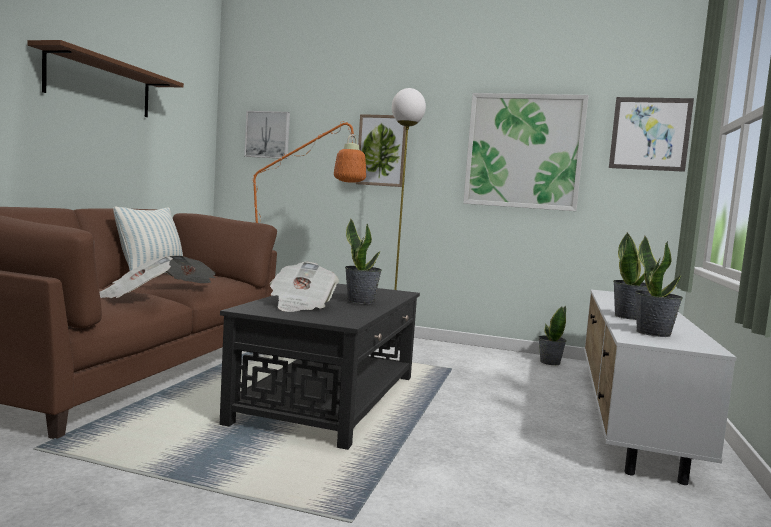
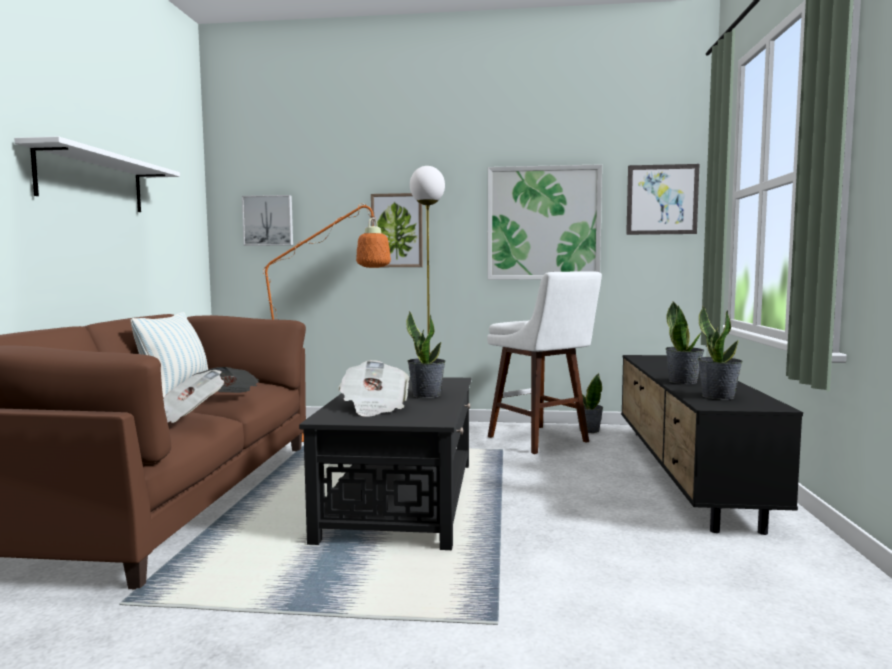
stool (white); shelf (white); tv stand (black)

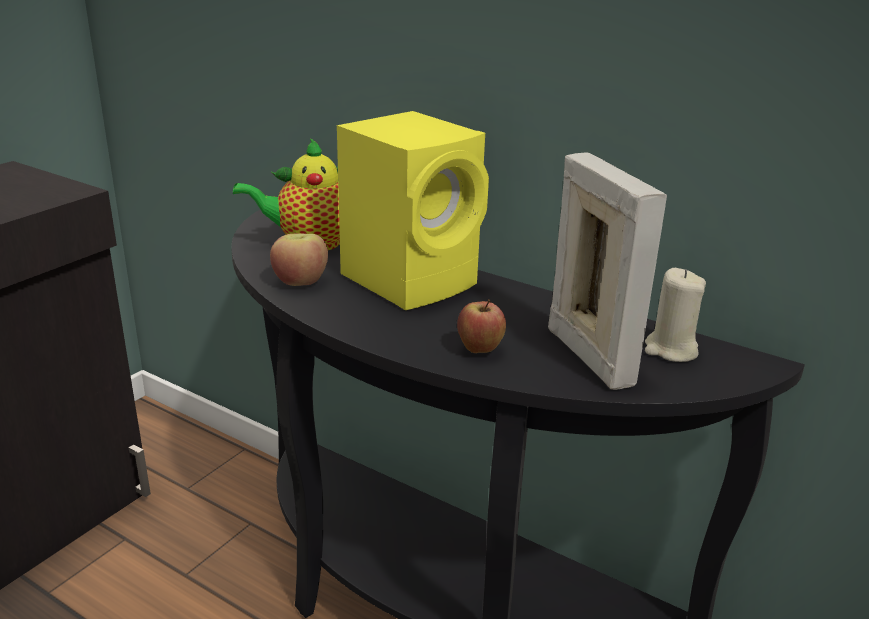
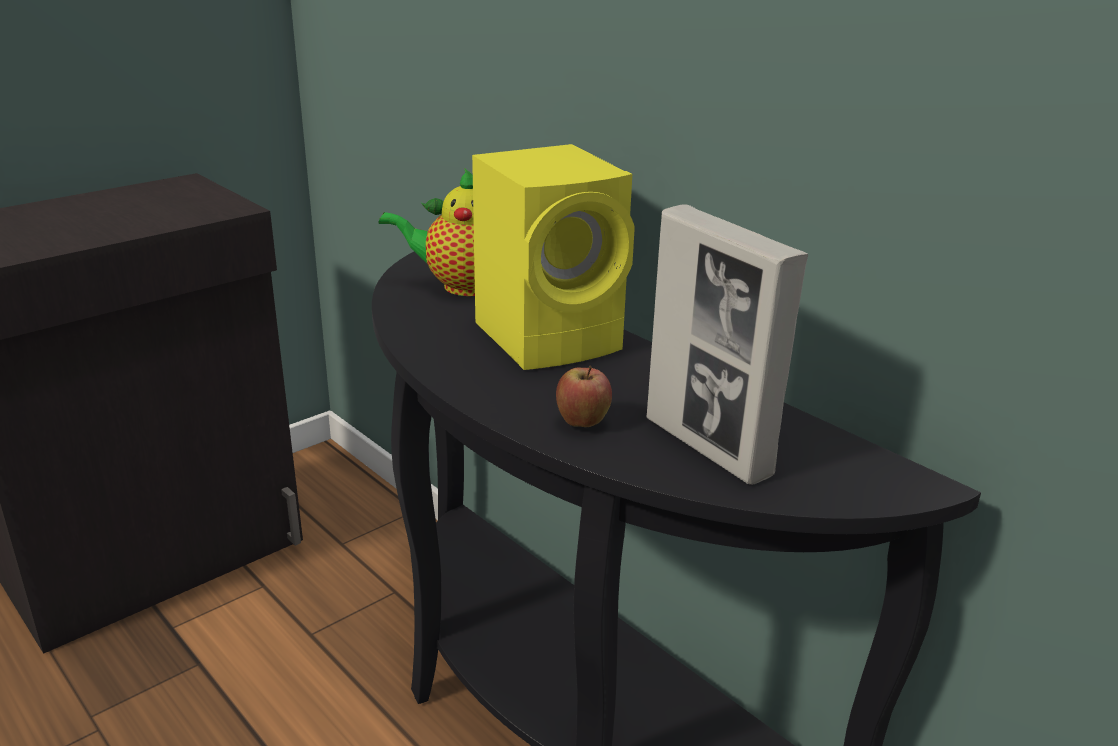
apple (no. 1 from left in the first image); candle (beige); picture frame

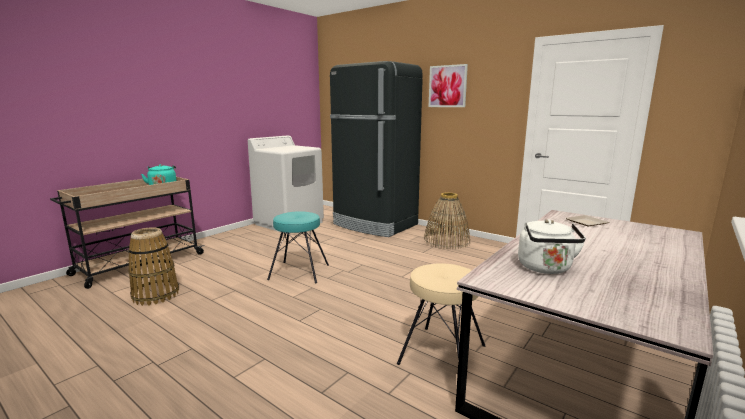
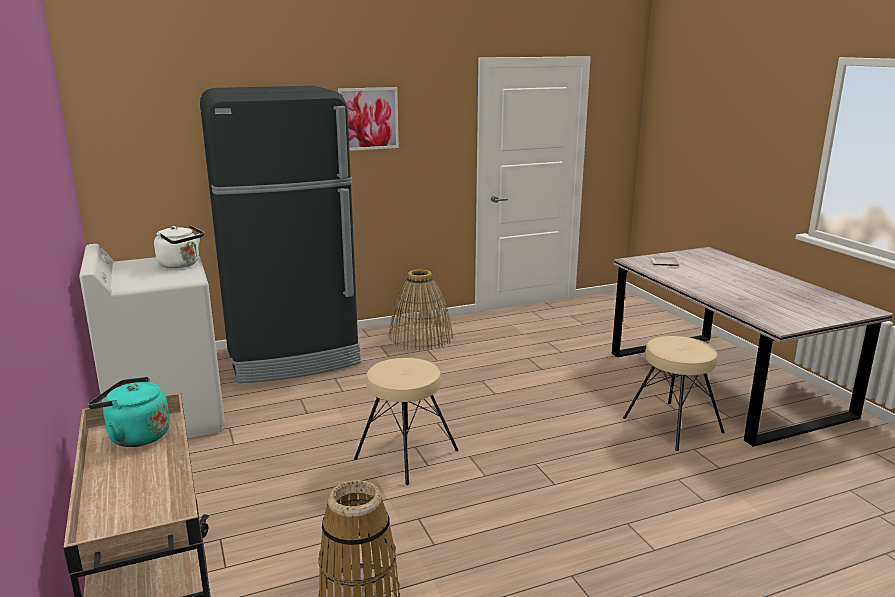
kettle (white); stool (beige) (no. 1 from left)

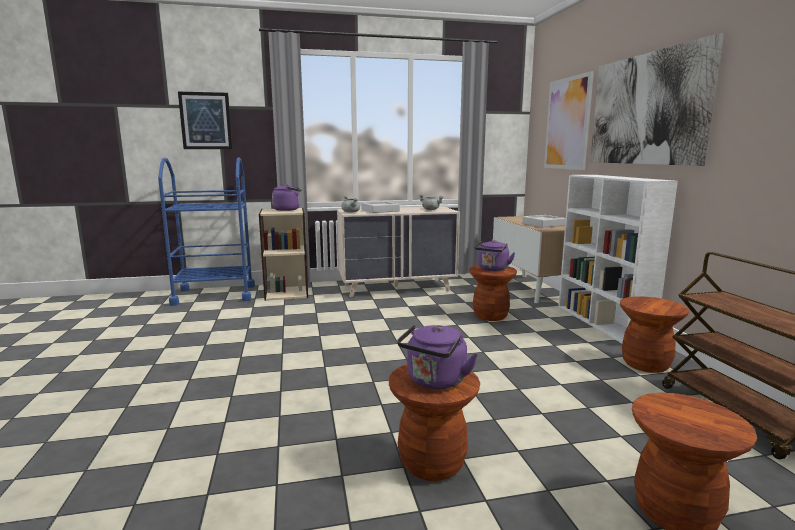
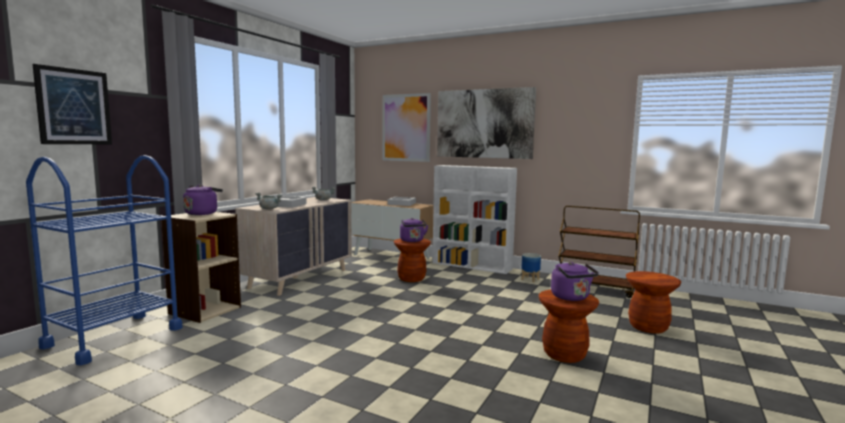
planter

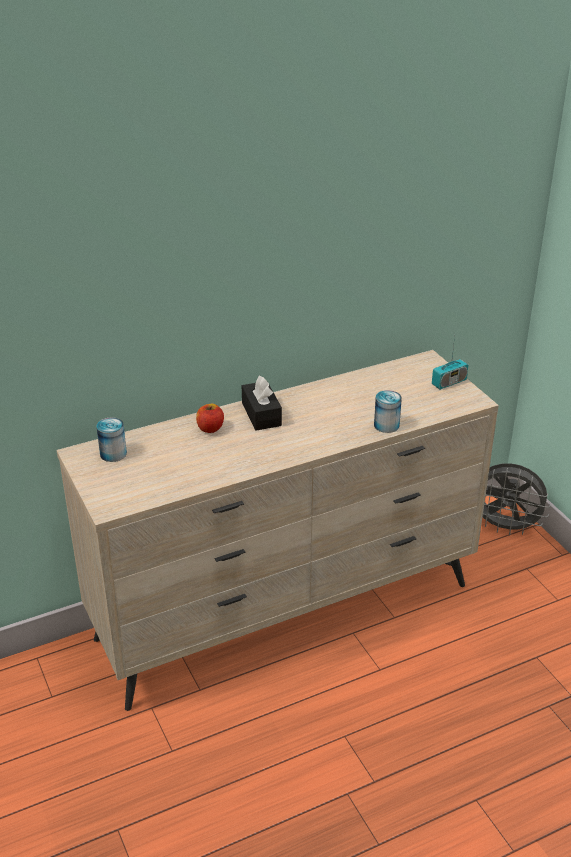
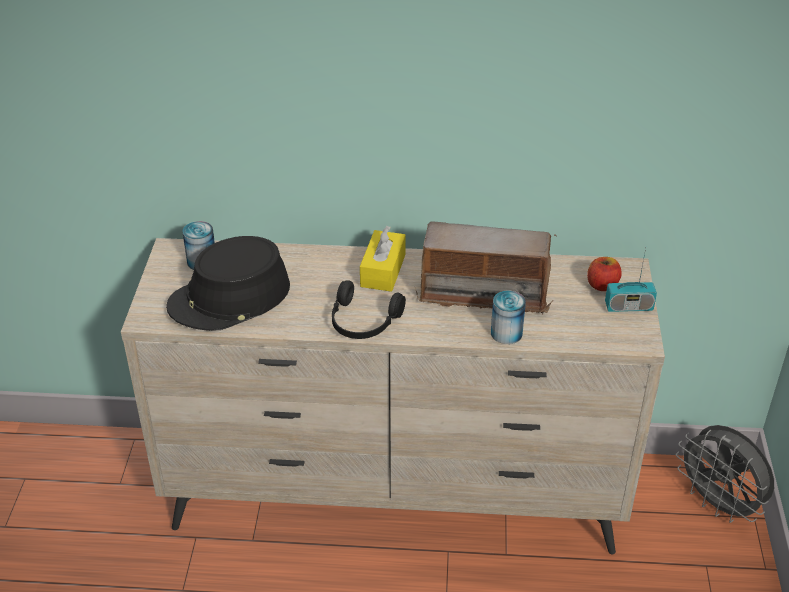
hat (black); headphones (black); radio (no. 1 from left); apple; tissue box (yellow)

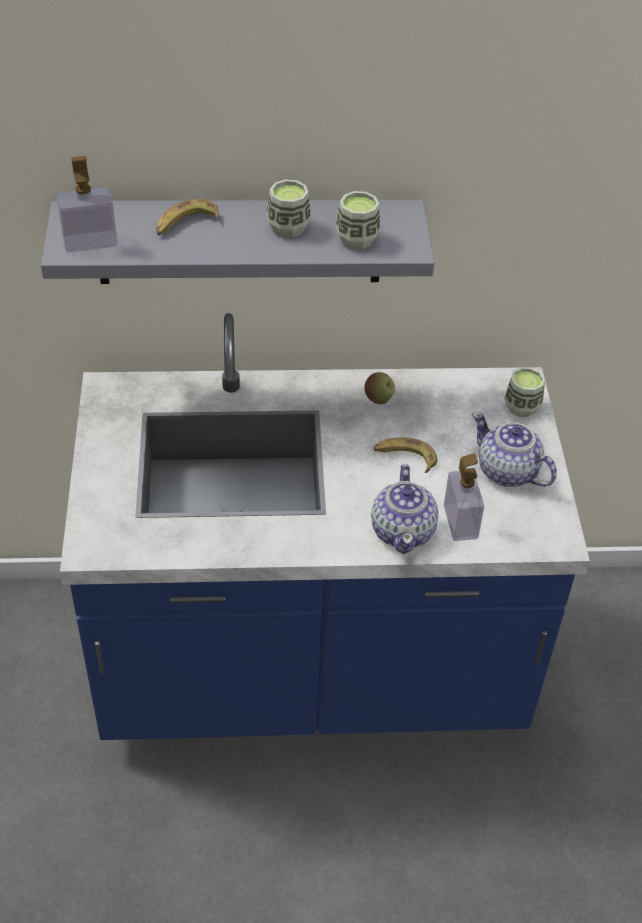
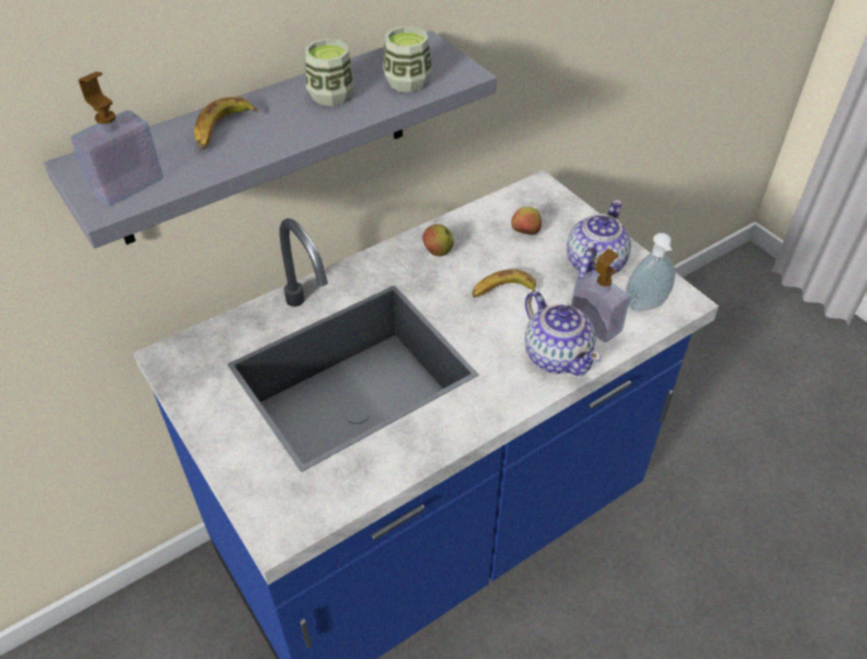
cup (no. 3 from left in the first image); apple (no. 2 from left); soap dispenser (no. 3 from left); teapot (no. 2 from left)

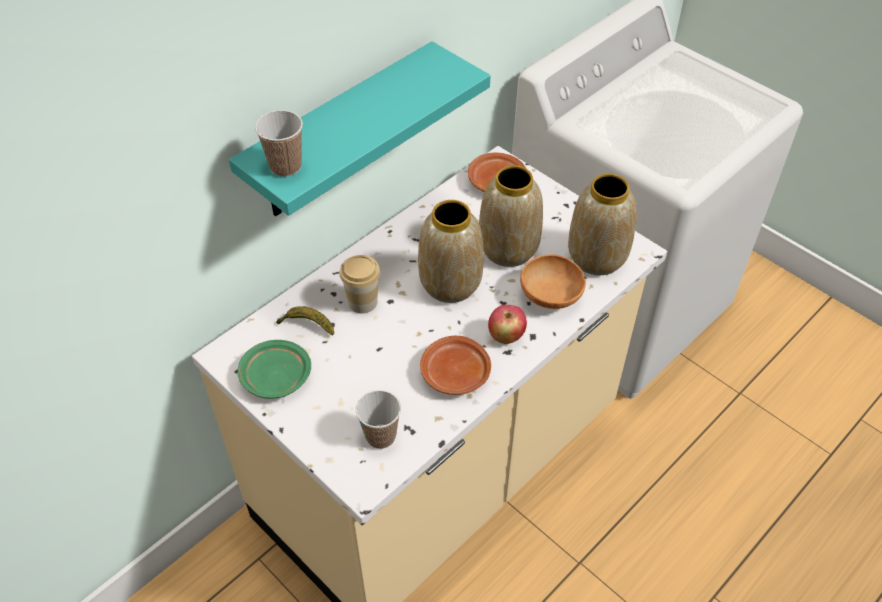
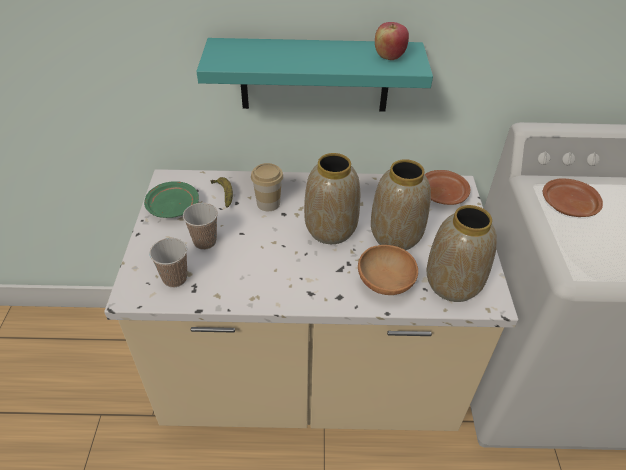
cup (no. 2 from left); plate (brown) (no. 2 from left); apple

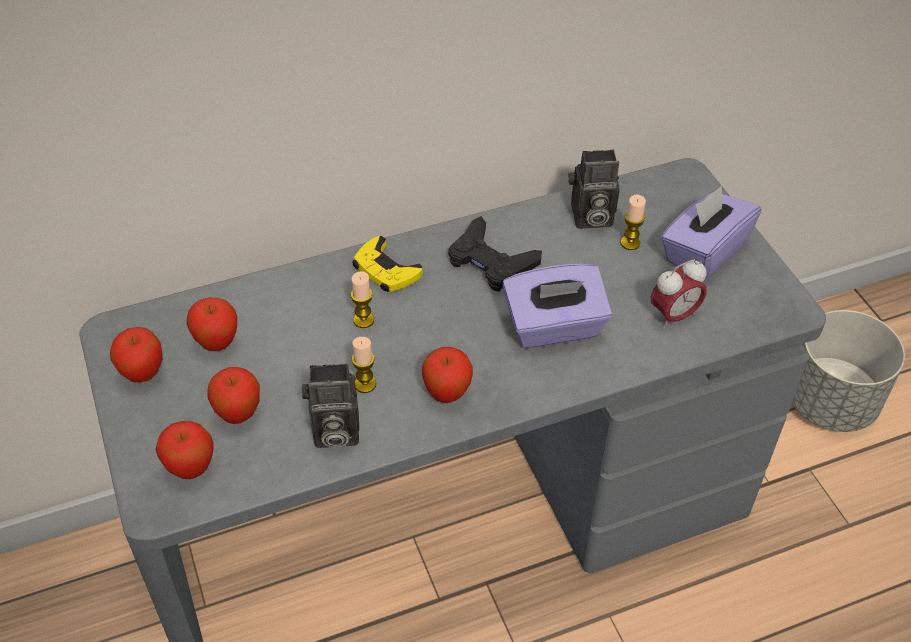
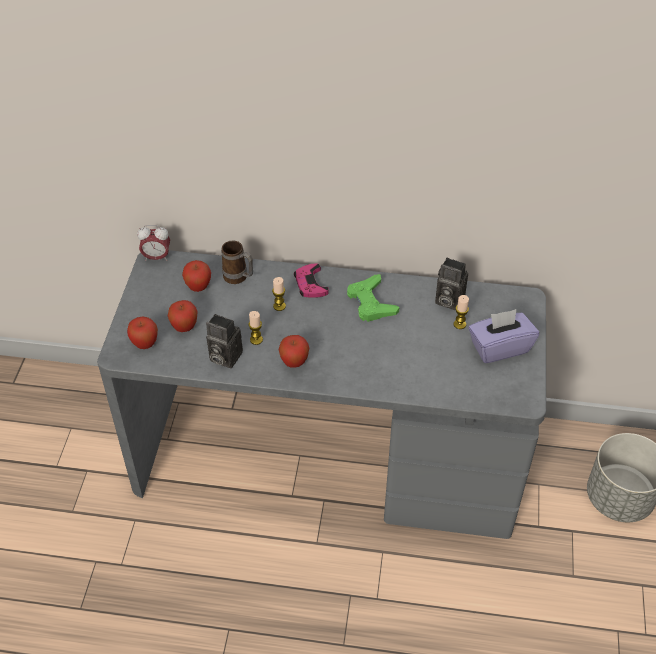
apple (no. 1 from left in the first image); tissue box (purple) (no. 1 from left in the first image); mug; alarm clock; game controller (pink); game controller (green)

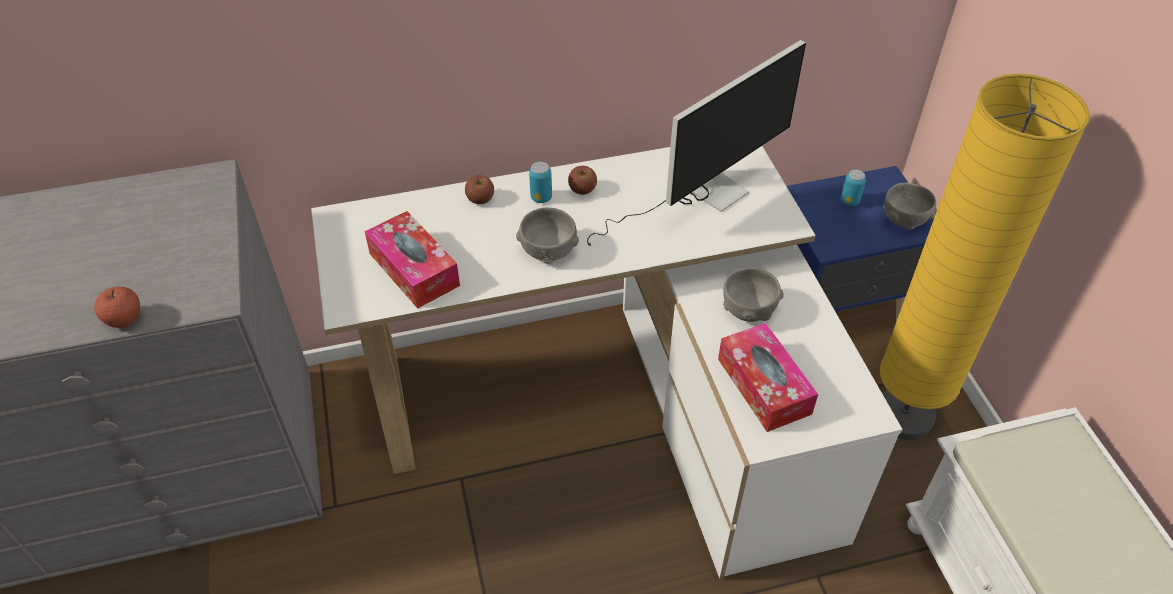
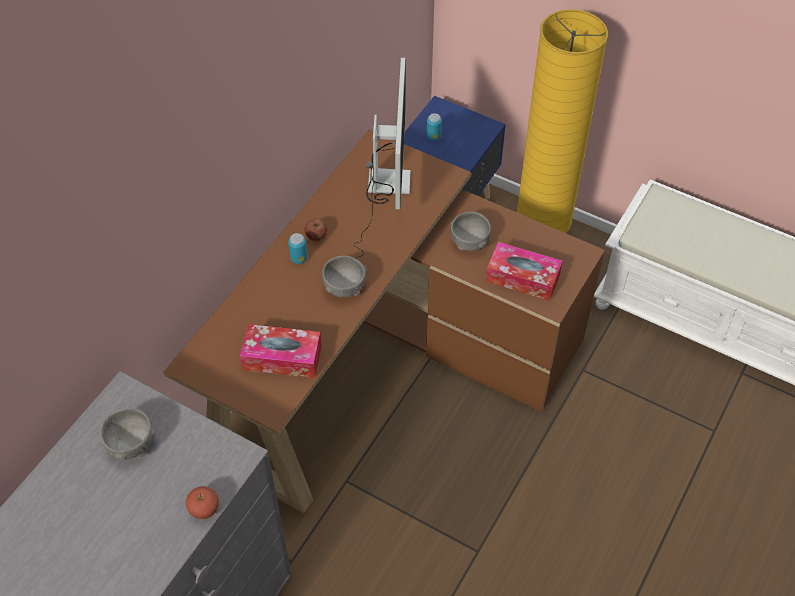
apple (no. 2 from left in the first image); bowl (grey) (no. 1 from left); desk (brown)

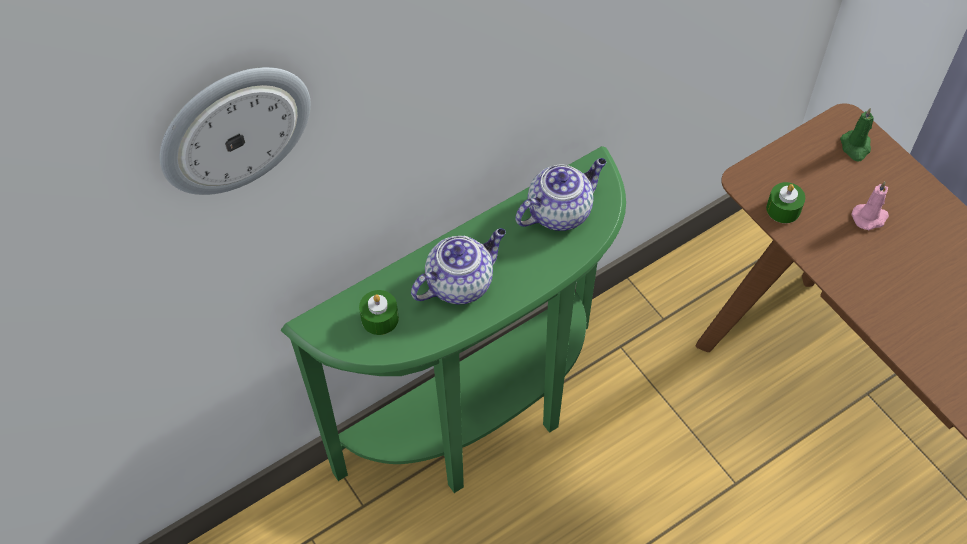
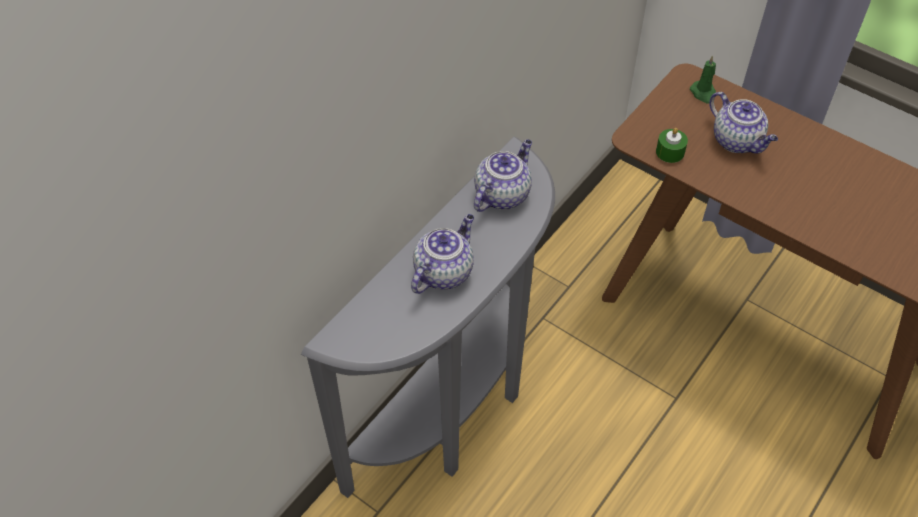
wall clock; candle (green) (no. 1 from left in the first image); teapot (no. 3 from left); console table (grey)

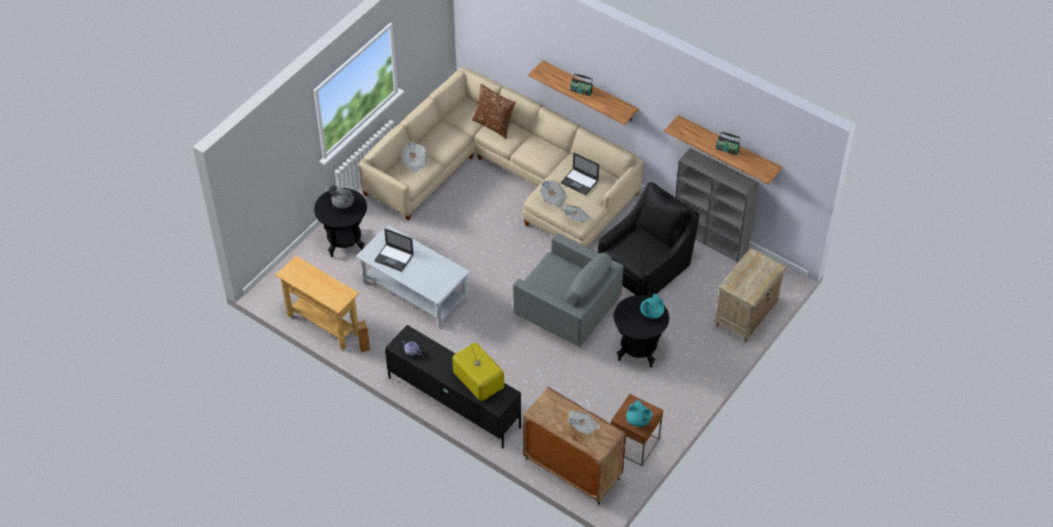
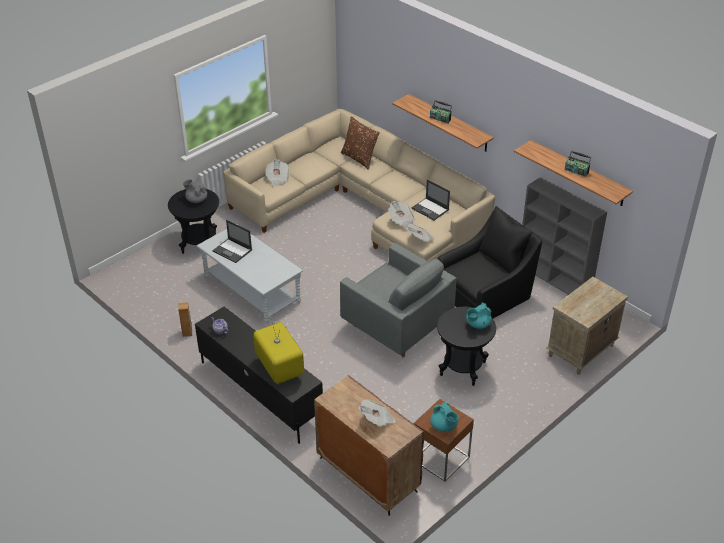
console table (beige)

